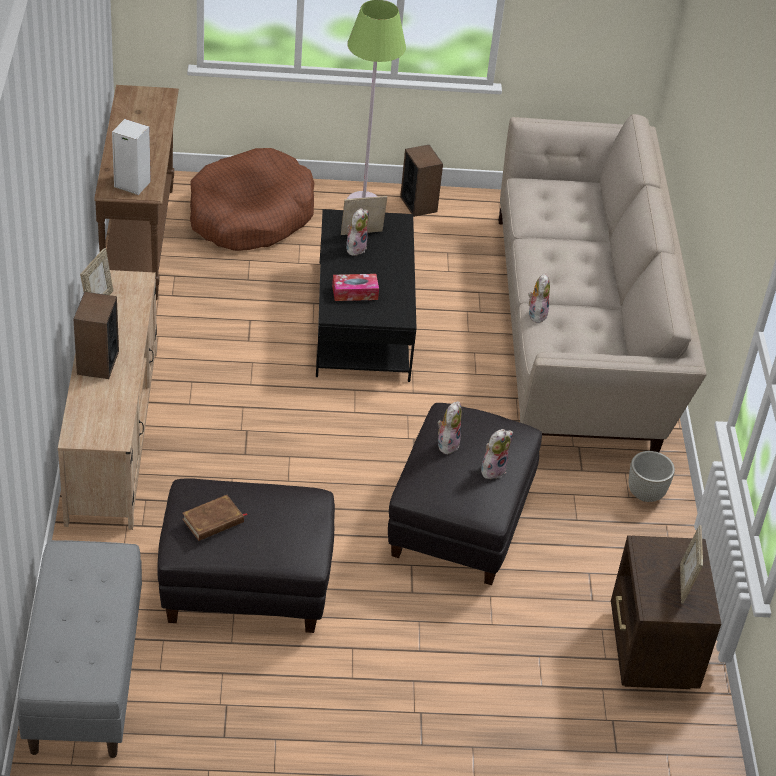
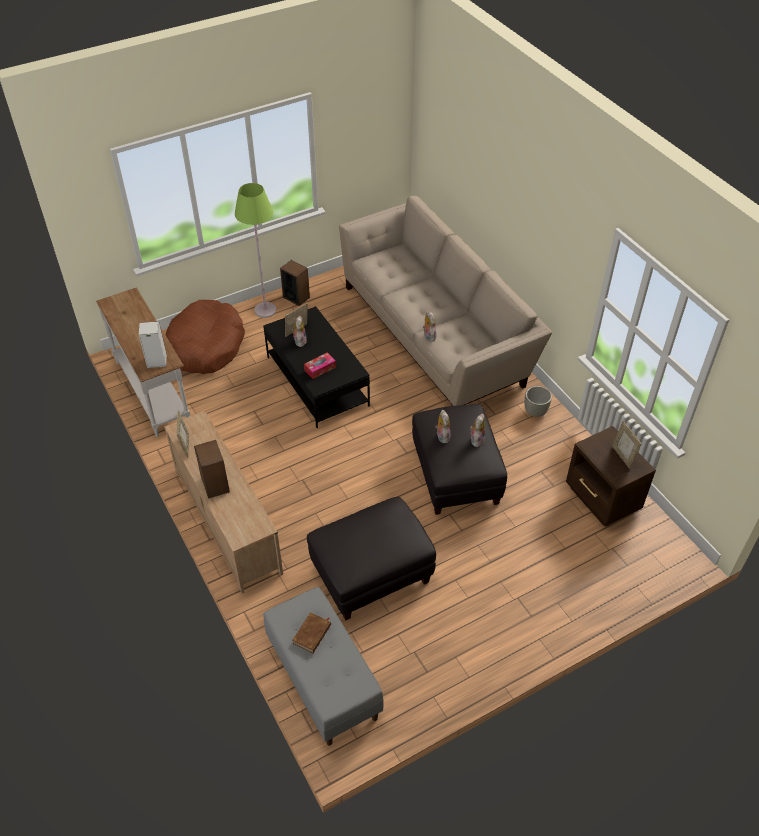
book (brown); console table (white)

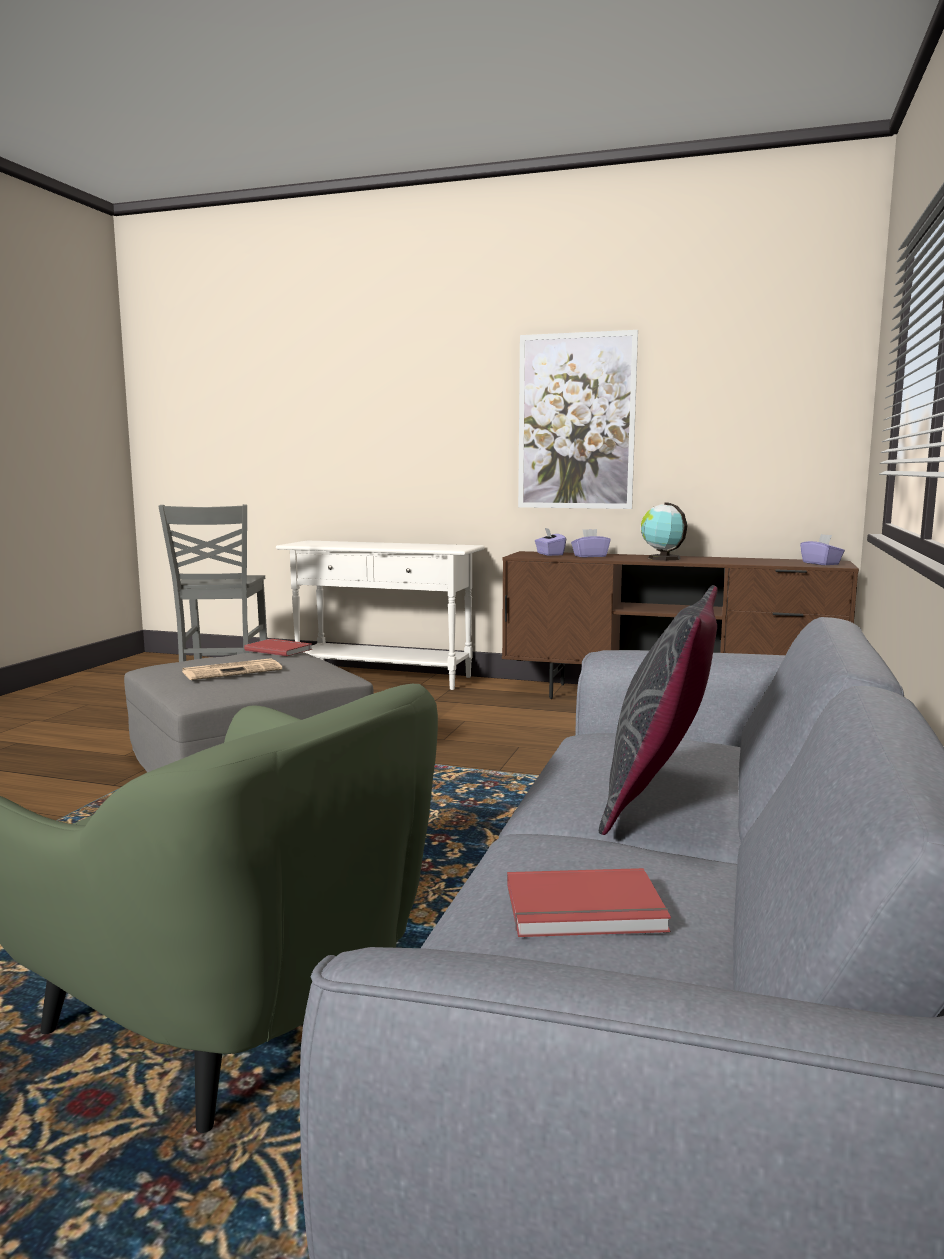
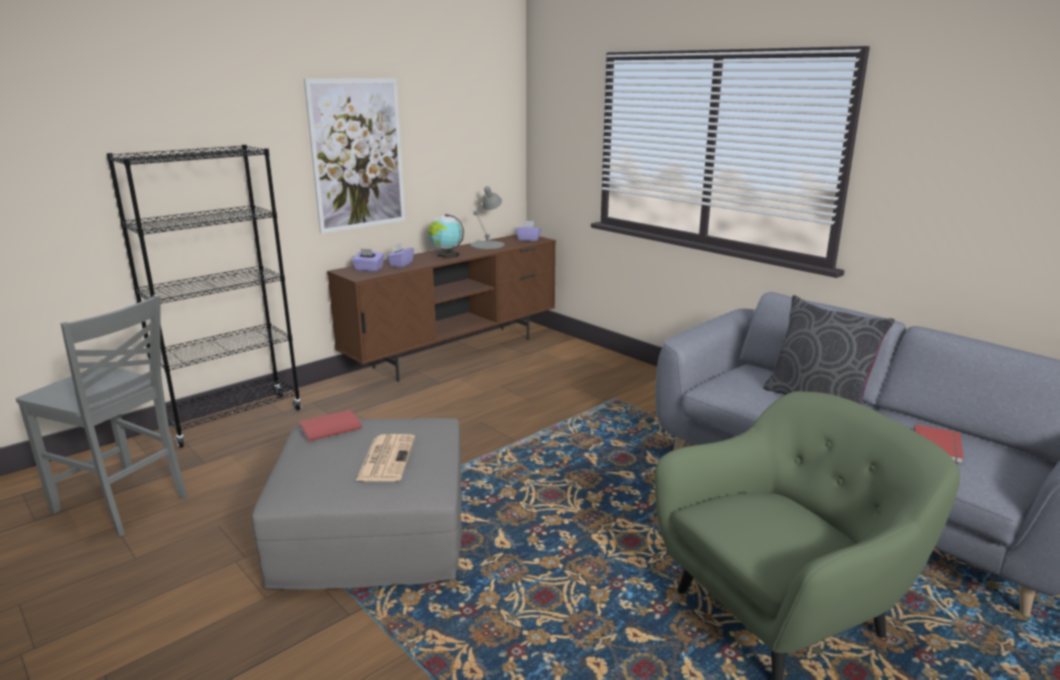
table lamp (grey); bookcase (black)

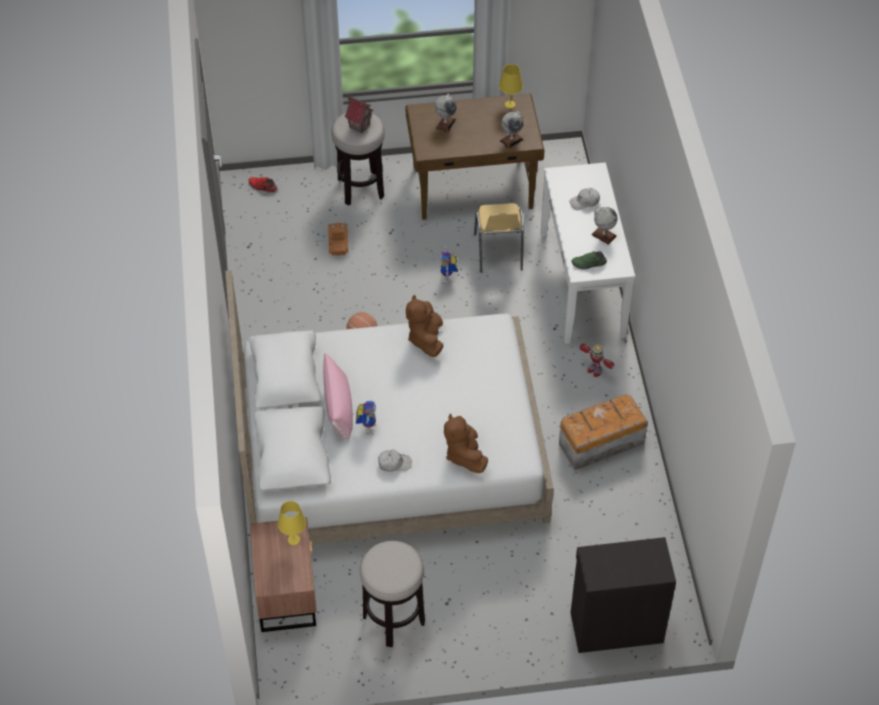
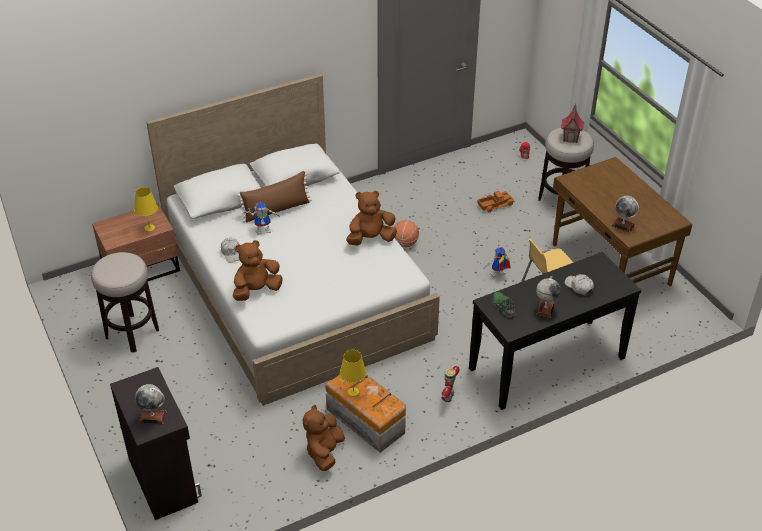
plush toy (brown) (no. 2 from left); globe (no. 1 from left); table lamp (yellow) (no. 2 from left); pillow (brown); console table (black)

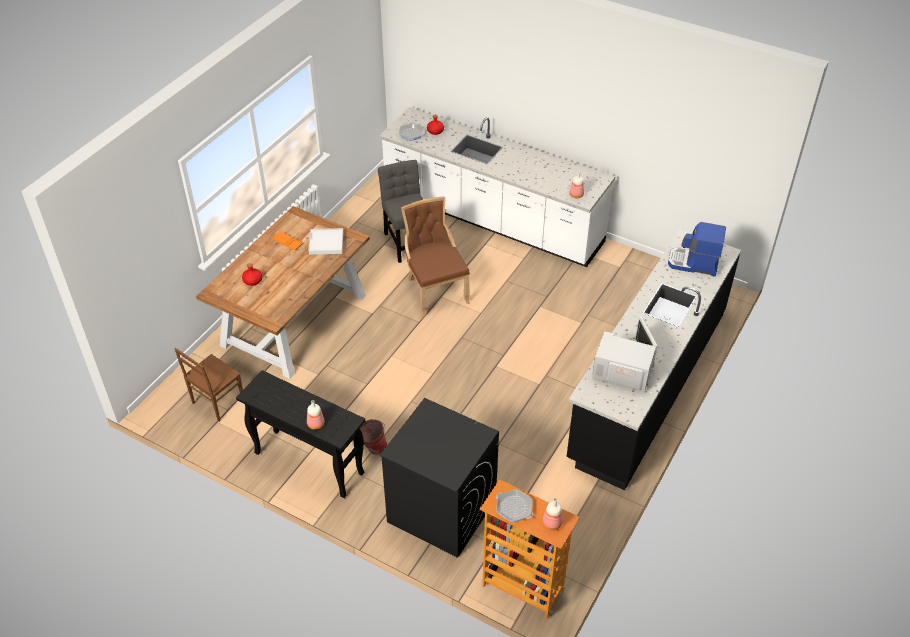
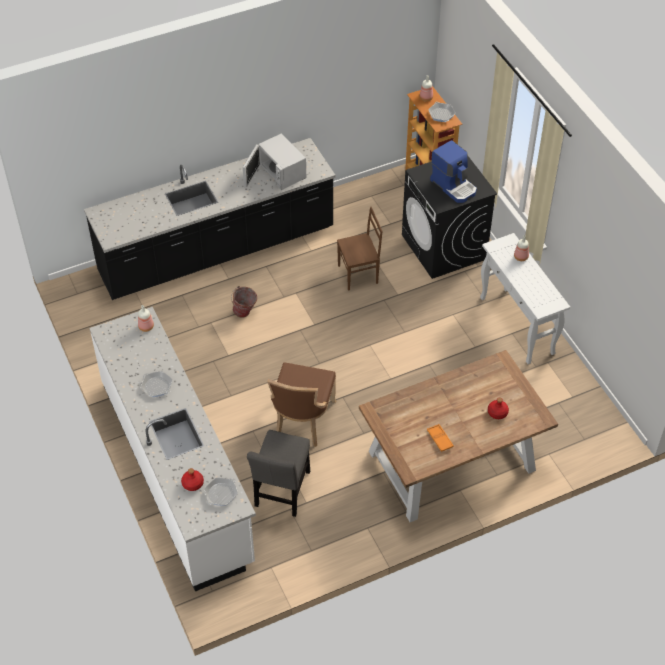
tray (white); frying pan (no. 1 from left); chair (brown) (no. 2 from left); bucket; coffee machine; console table (white)

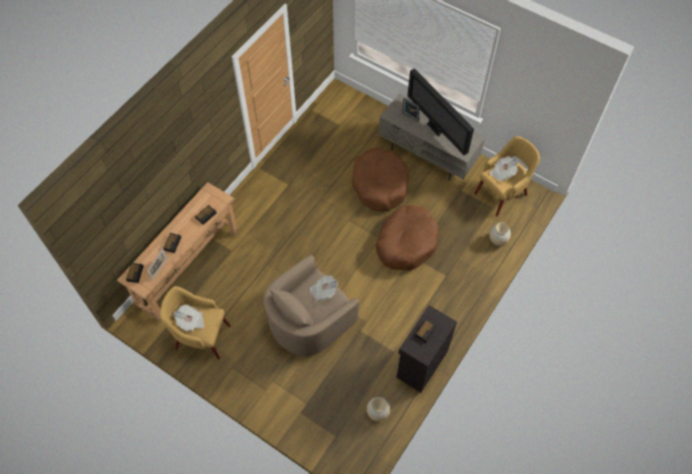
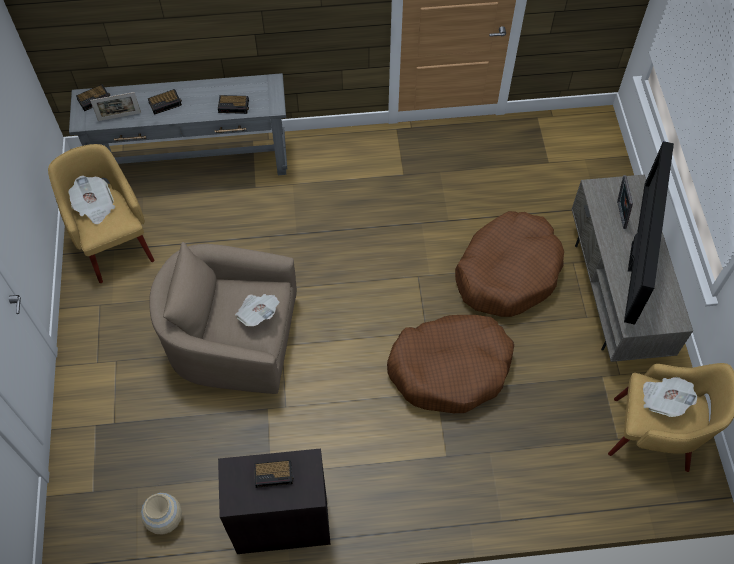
vase (beige) (no. 2 from left in the first image); console table (grey)

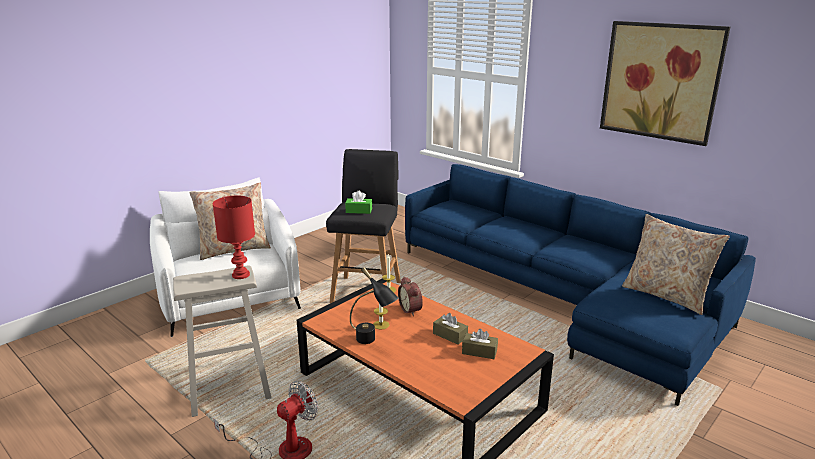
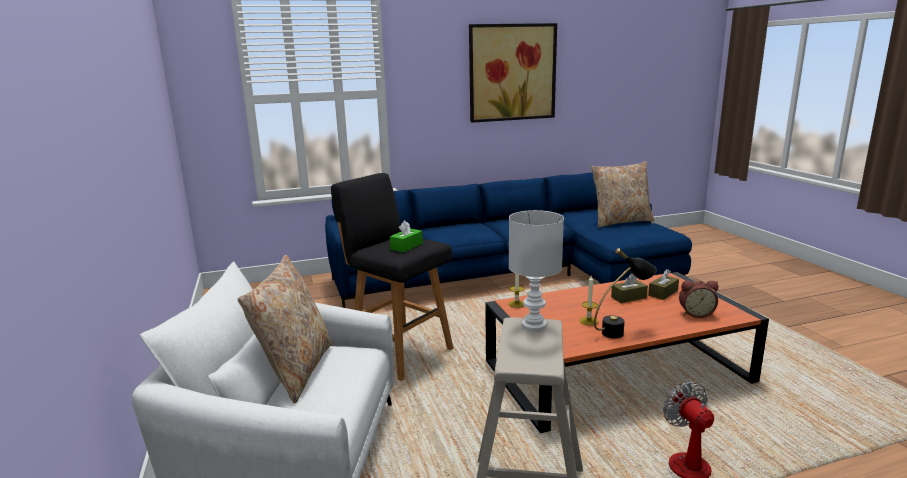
alarm clock; table lamp (white)

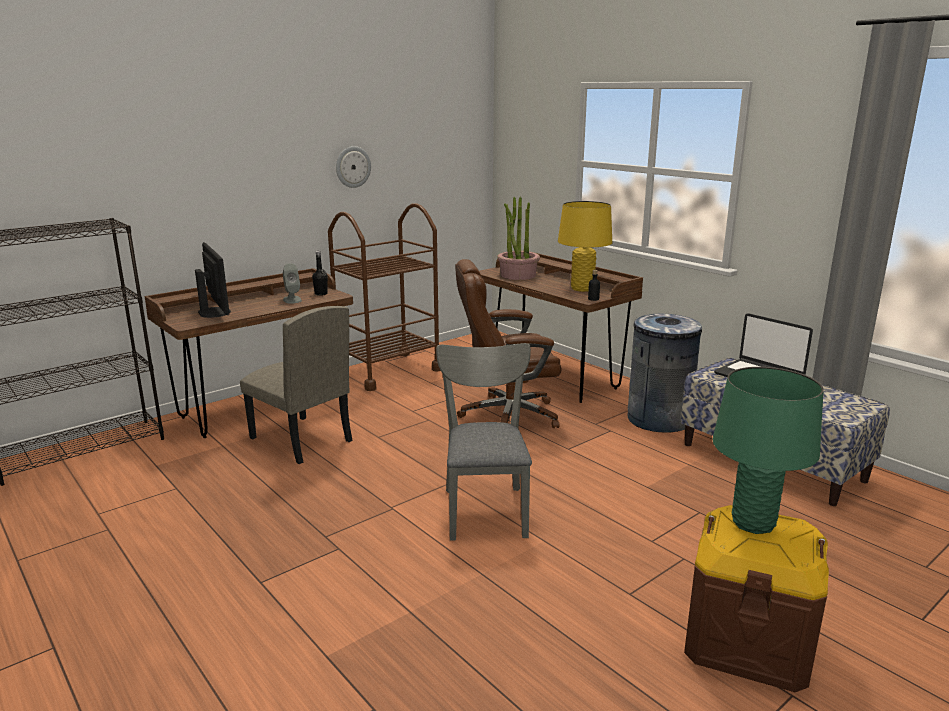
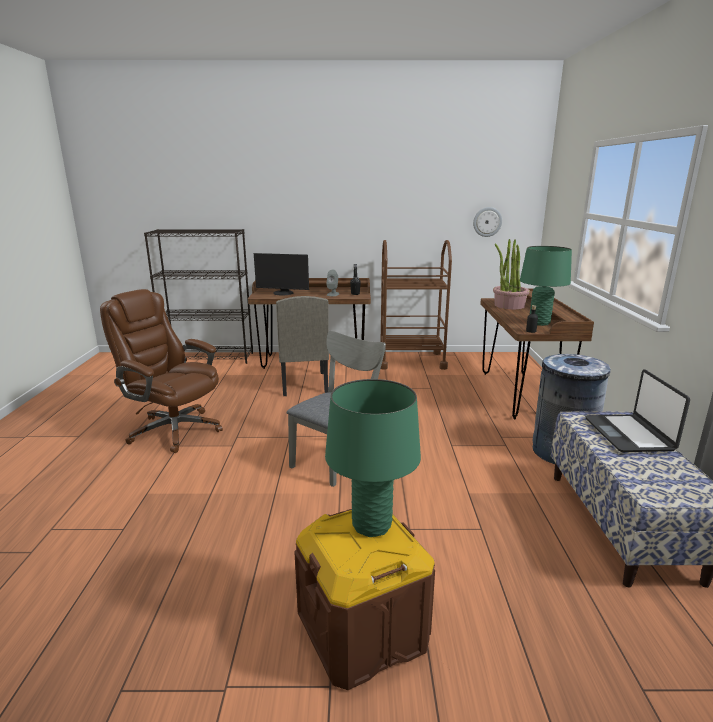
wall clock; office chair (brown); table lamp (green) (no. 2 from left); monitor

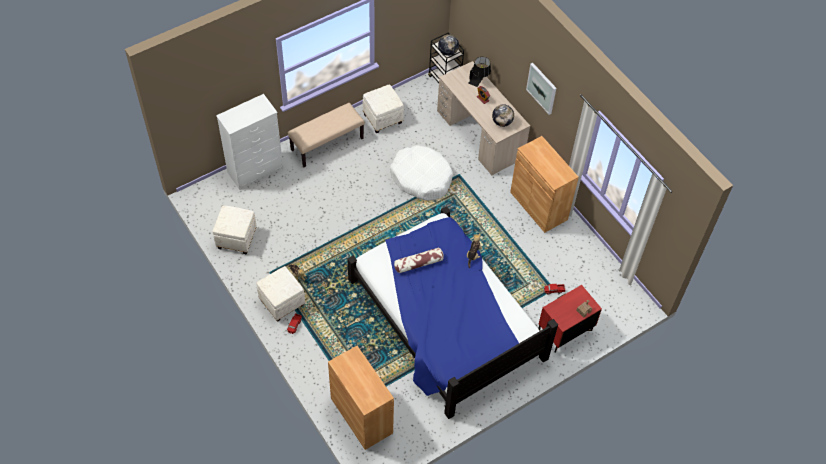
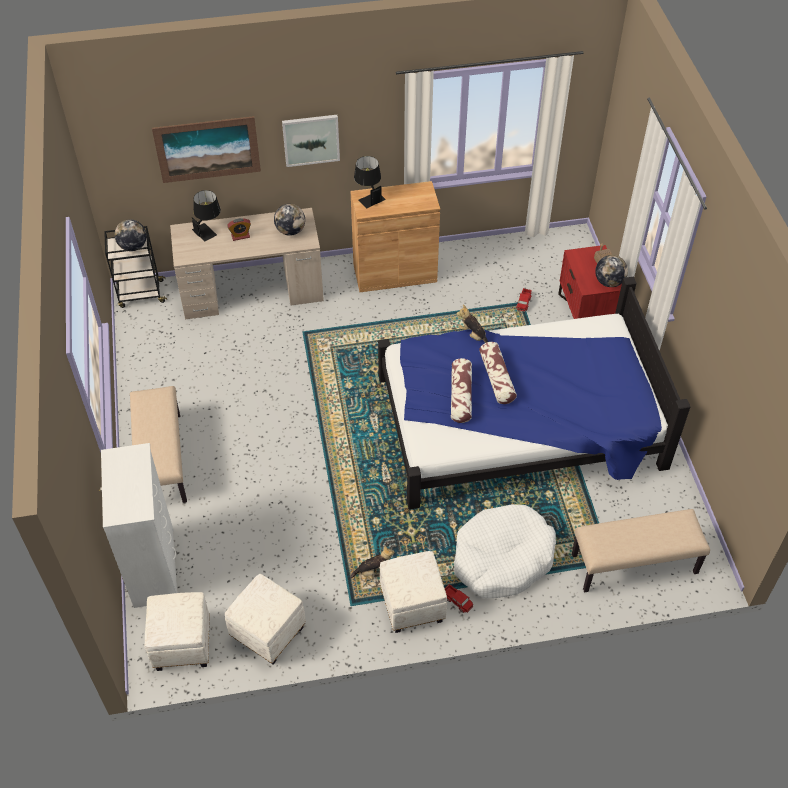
picture (no. 1 from left); table lamp (black) (no. 2 from left); pillow (no. 2 from left); globe (no. 3 from left); ottoman (white) (no. 1 from left); dog bed (white); bench (beige) (no. 2 from left)

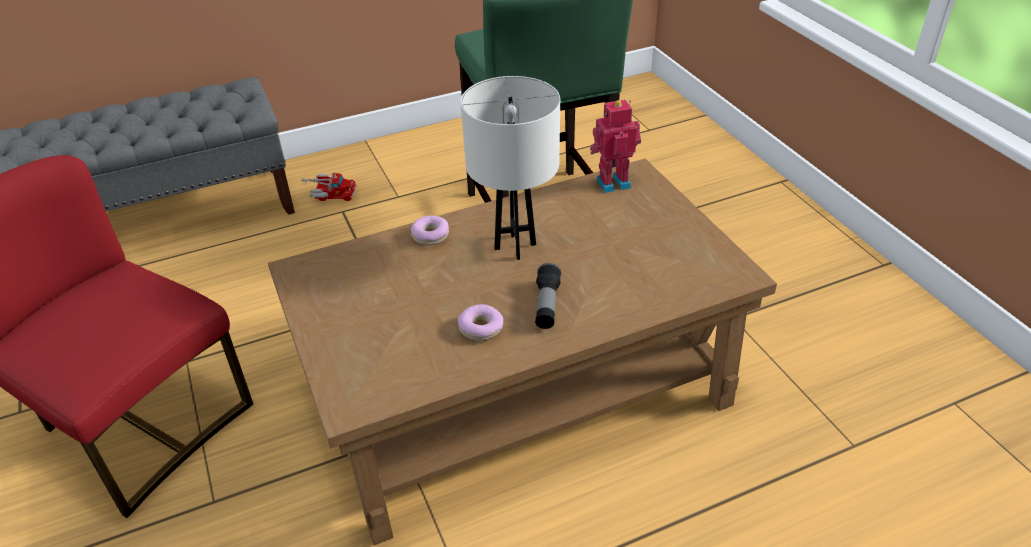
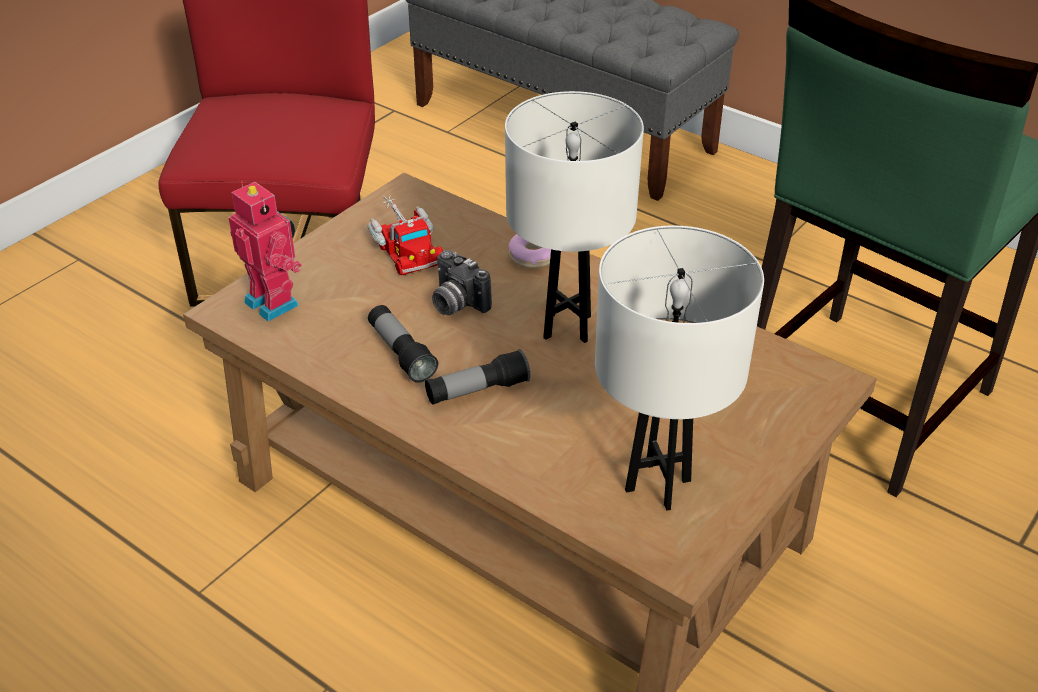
photo camera; table lamp (white) (no. 2 from left); toy truck; toy robot; flashlight (no. 1 from left)

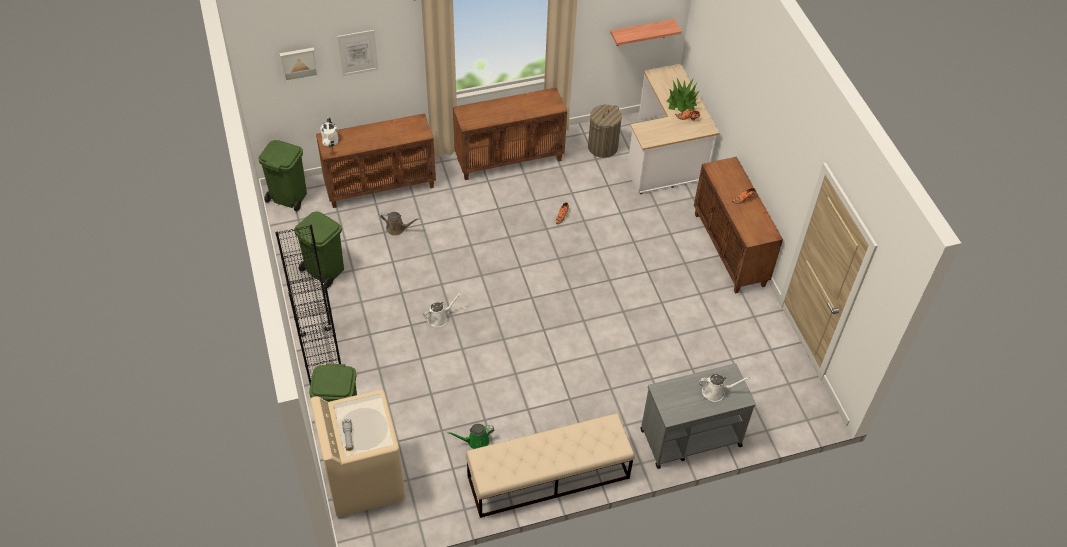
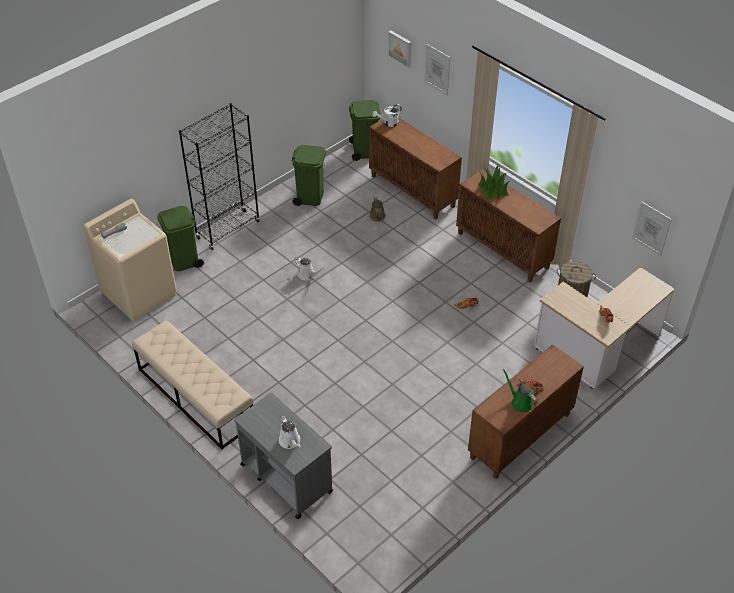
watering can (green); potted plant; picture (no. 3 from left)

